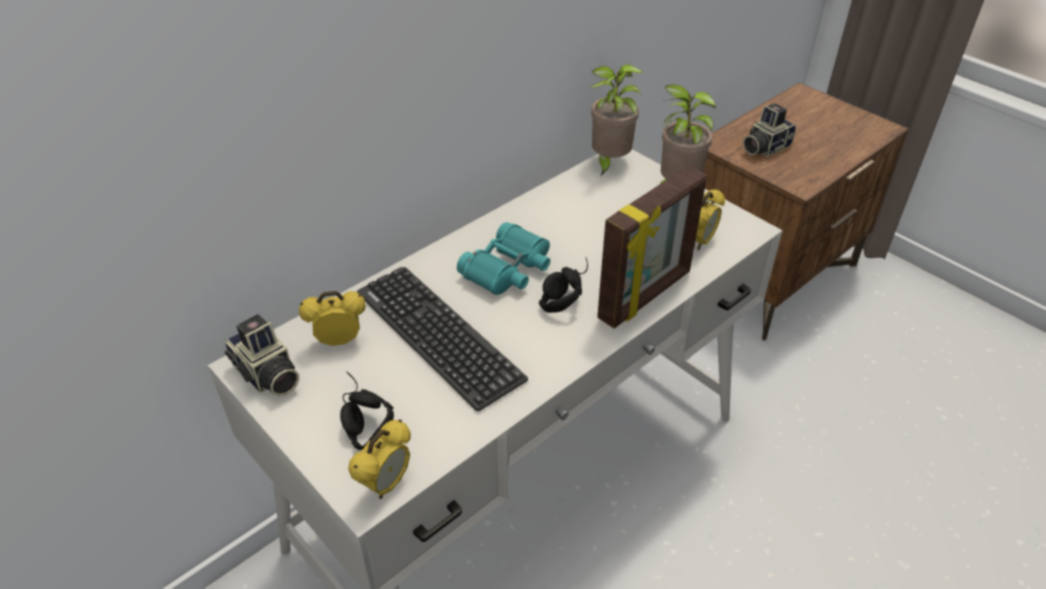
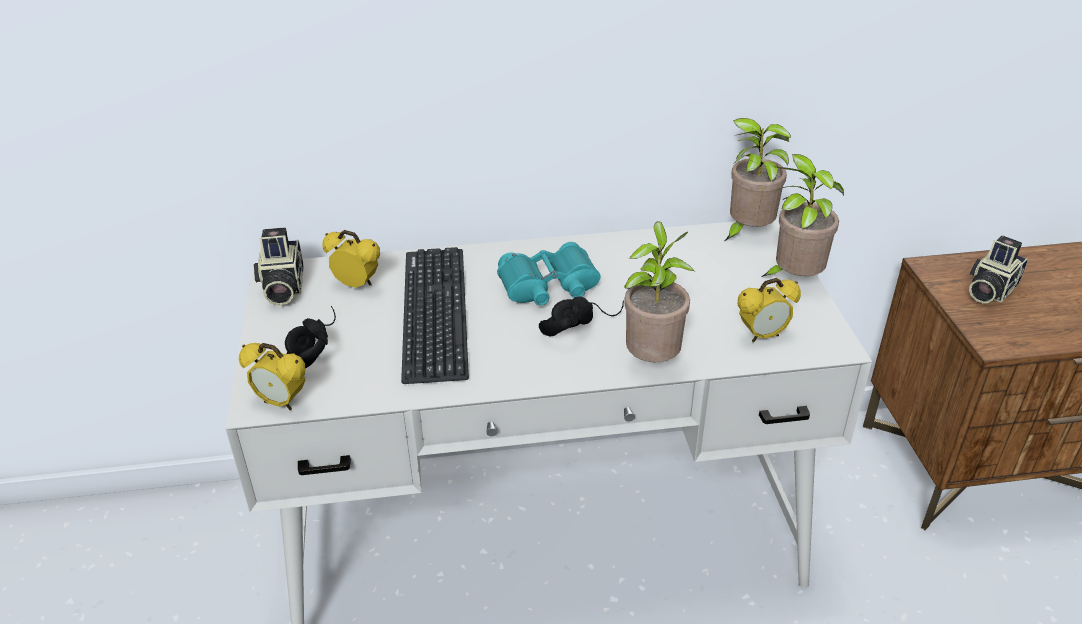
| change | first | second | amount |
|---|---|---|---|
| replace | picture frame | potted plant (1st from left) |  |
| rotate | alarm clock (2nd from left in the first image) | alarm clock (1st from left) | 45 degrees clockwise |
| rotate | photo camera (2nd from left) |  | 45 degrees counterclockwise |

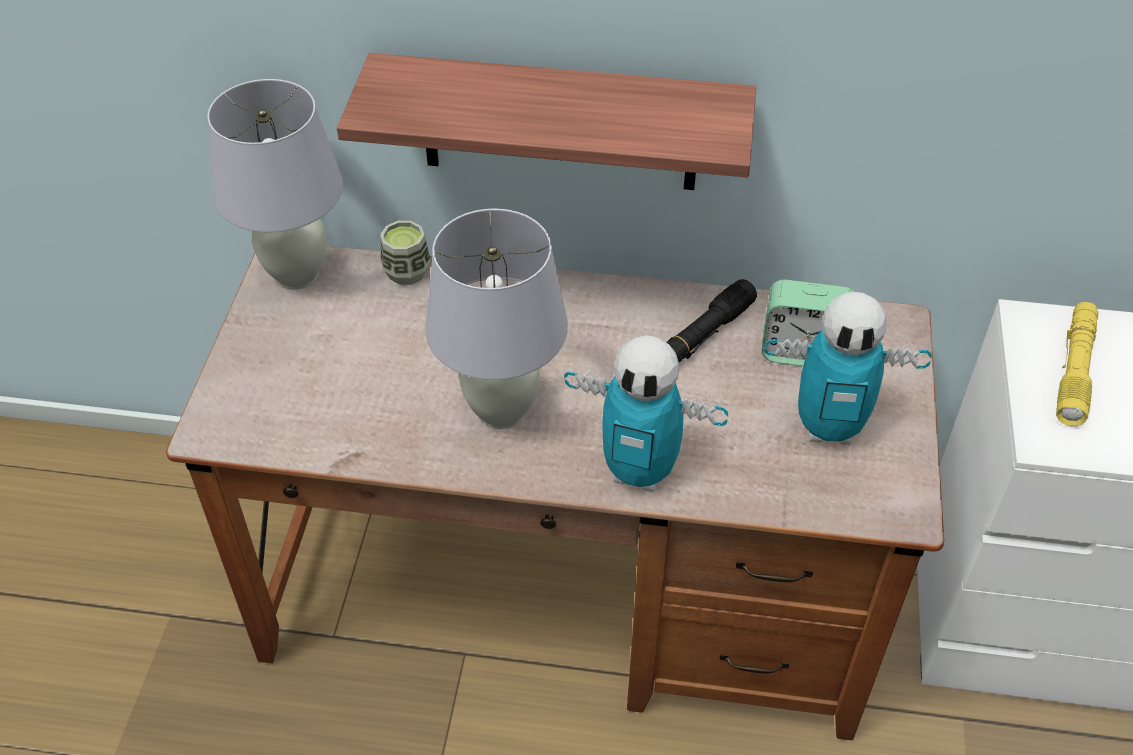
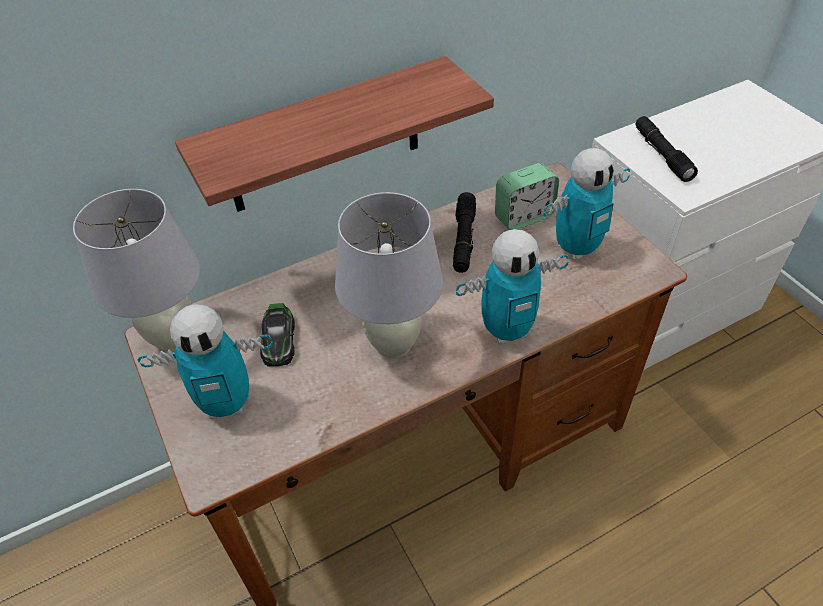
| change | first | second | amount |
|---|---|---|---|
| delete | cup |  |  |
| insert |  | toy robot (1st from left) |  |
| insert |  | toy car |  |
| recolor | yellow flashlight | black flashlight (2nd from left) |  |

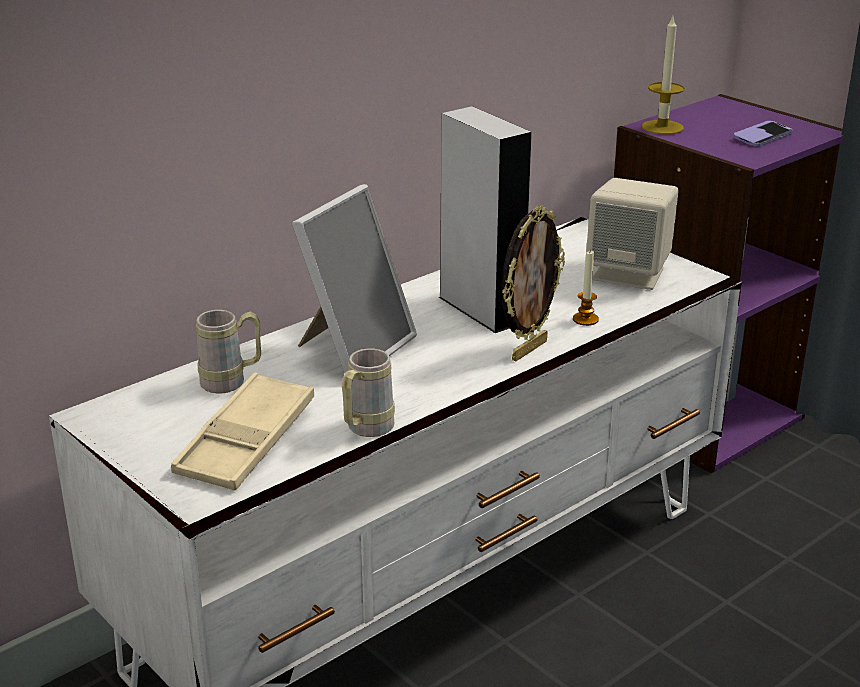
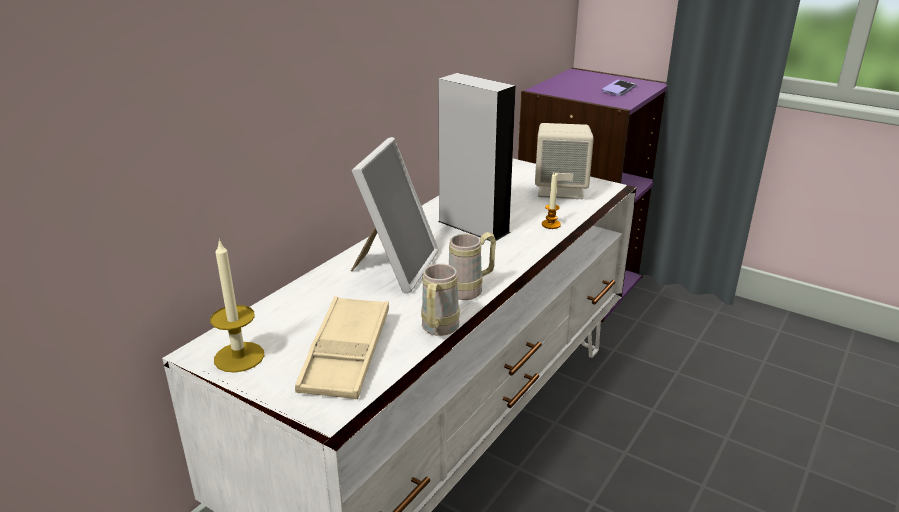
| change | first | second | amount |
|---|---|---|---|
| delete | picture frame (2nd from left) |  |  |
| move | beige mug (1st from left in the first image) | beige mug (2nd from left) |  |
| move | candle (2nd from left in the first image) | candle (1st from left) |  |

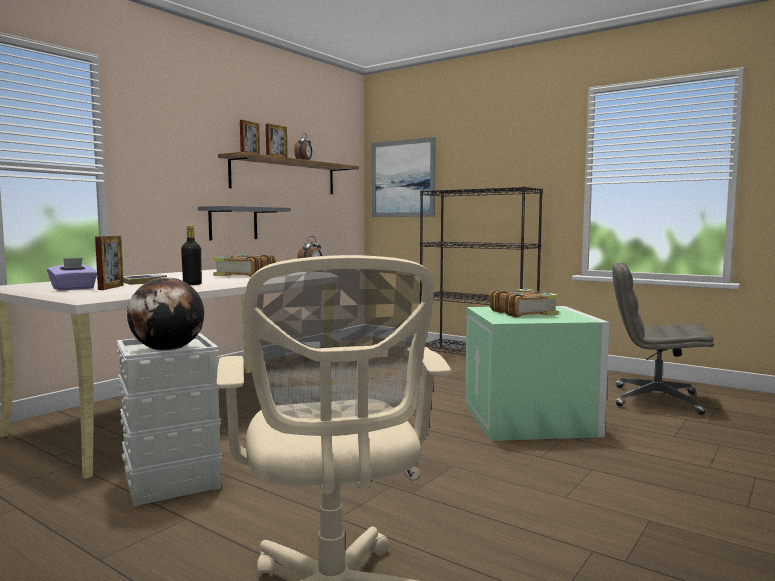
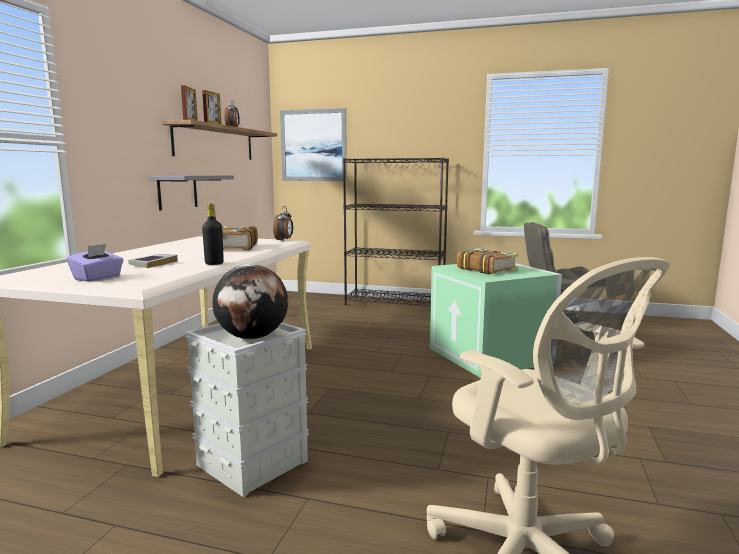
| change | first | second | amount |
|---|---|---|---|
| delete | picture frame (1st from left) |  |  |

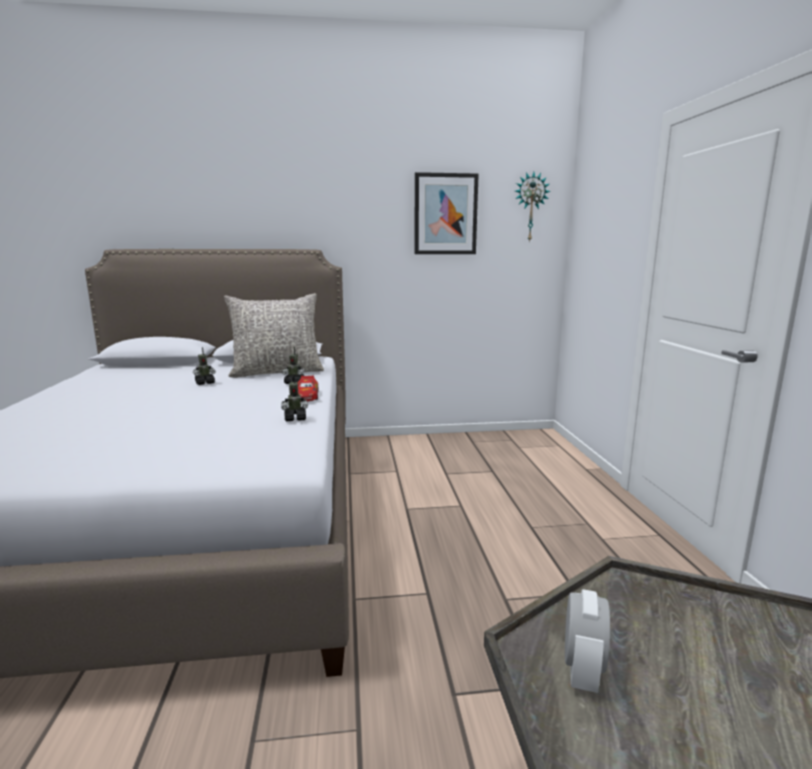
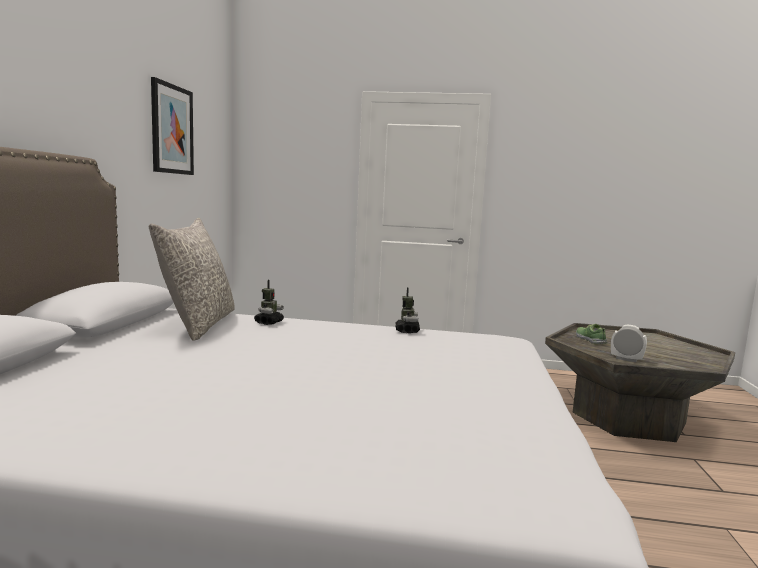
| change | first | second | amount |
|---|---|---|---|
| delete | toy robot (1st from left) |  |  |
| delete | toy car |  |  |
| delete | wall clock |  |  |
| insert |  | shoe |  |

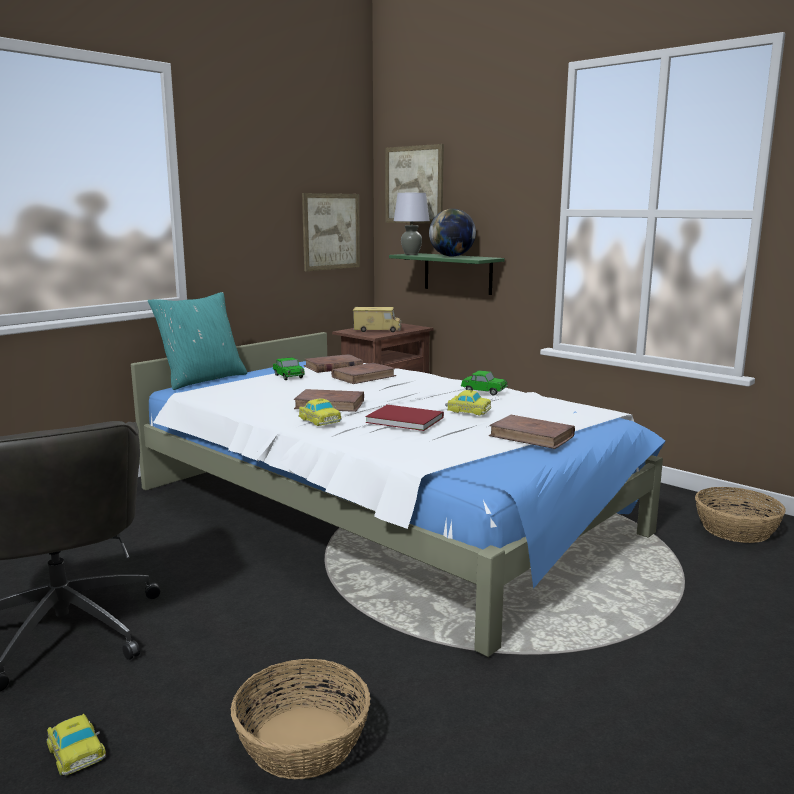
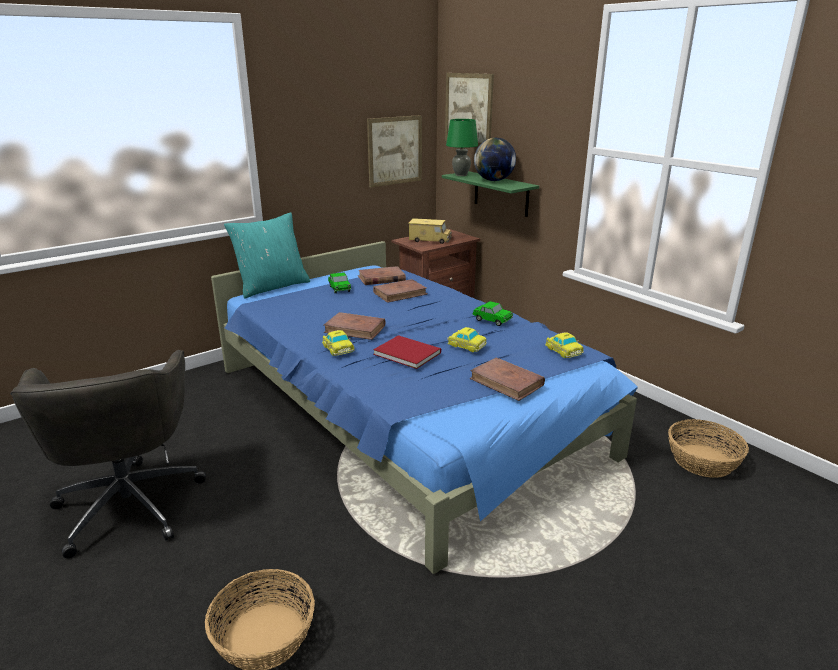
| change | first | second | amount |
|---|---|---|---|
| move | toy car (1st from left in the first image) | toy car (5th from left) |  |
| recolor | white bed | blue bed |  |
| recolor | grey table lamp | green table lamp |  |

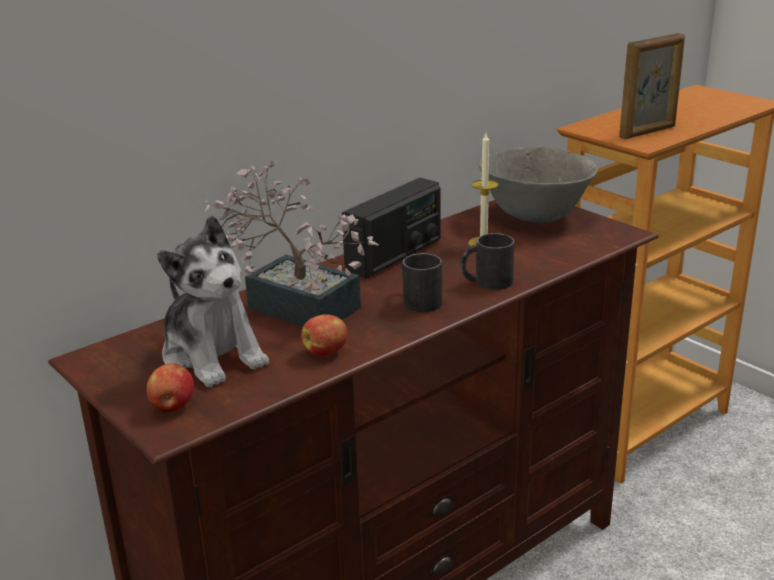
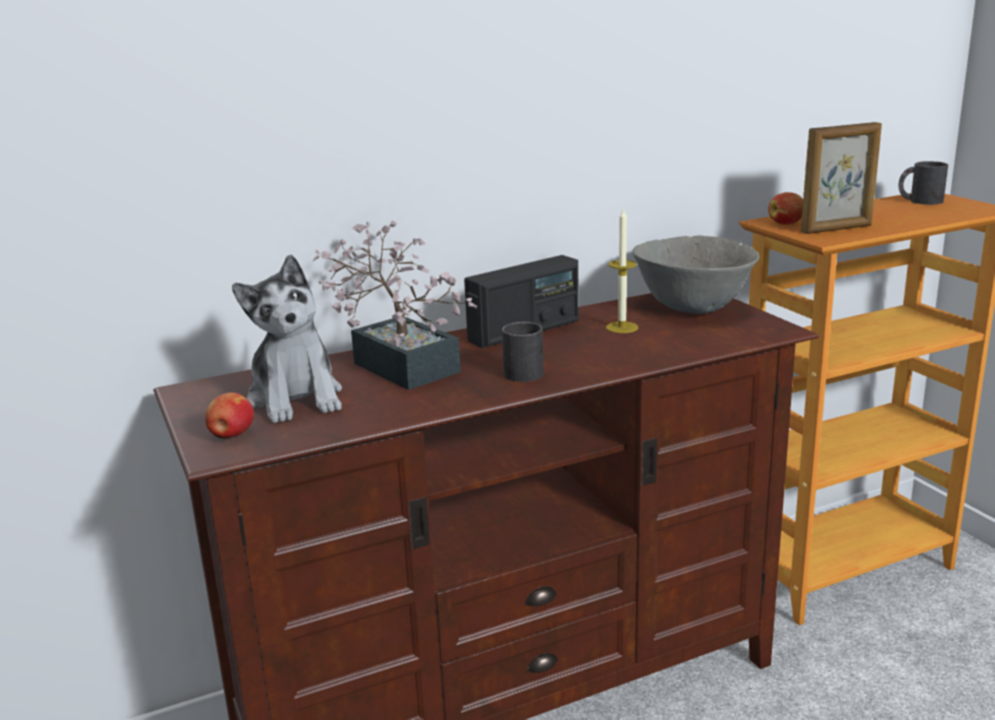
| change | first | second | amount |
|---|---|---|---|
| move | apple (2nd from left) |  |  |
| move | black mug (2nd from left) |  |  |

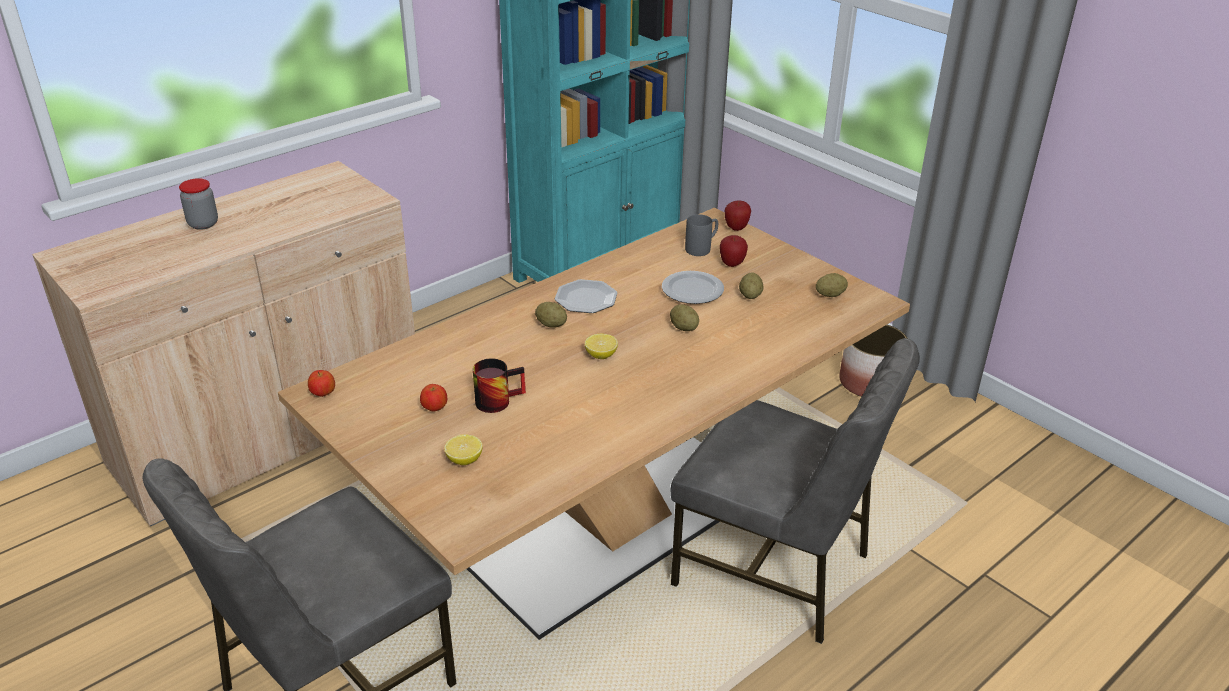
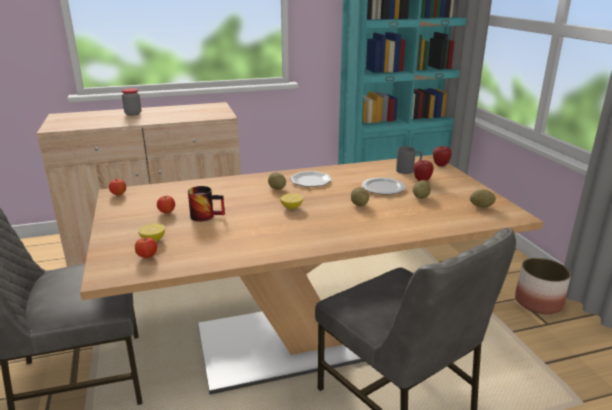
| change | first | second | amount |
|---|---|---|---|
| insert |  | apple (2nd from left) |  |

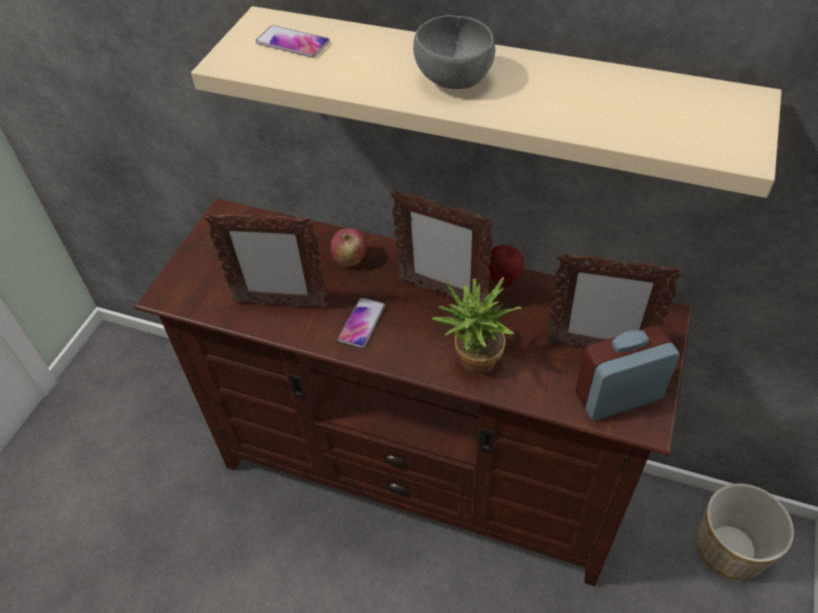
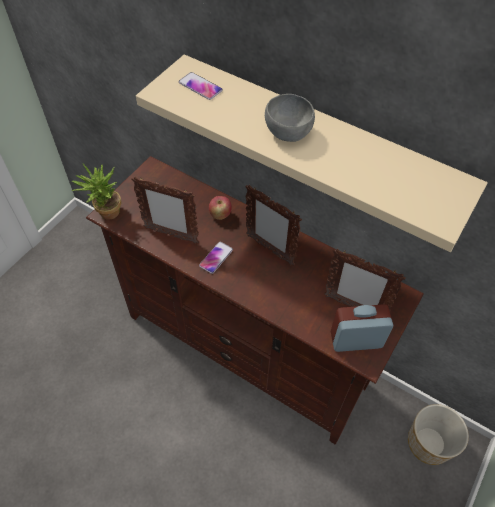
| change | first | second | amount |
|---|---|---|---|
| delete | apple (2nd from left) |  |  |
| move | potted plant |  |  |

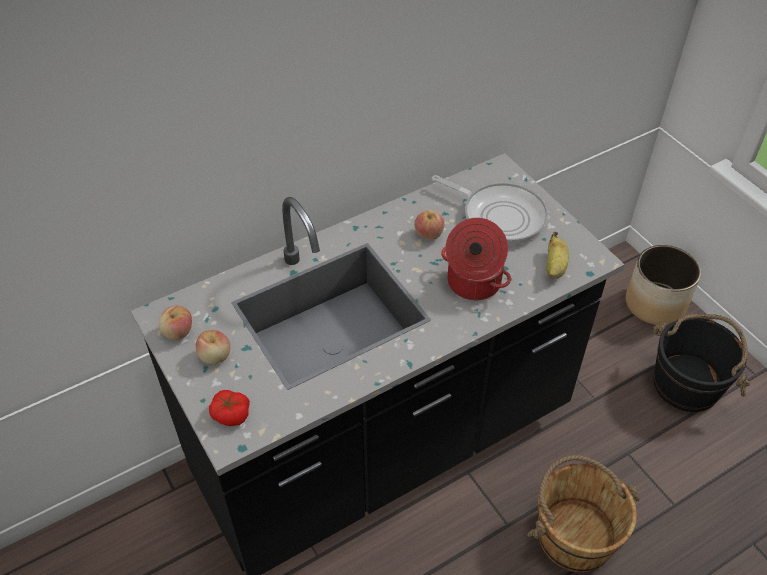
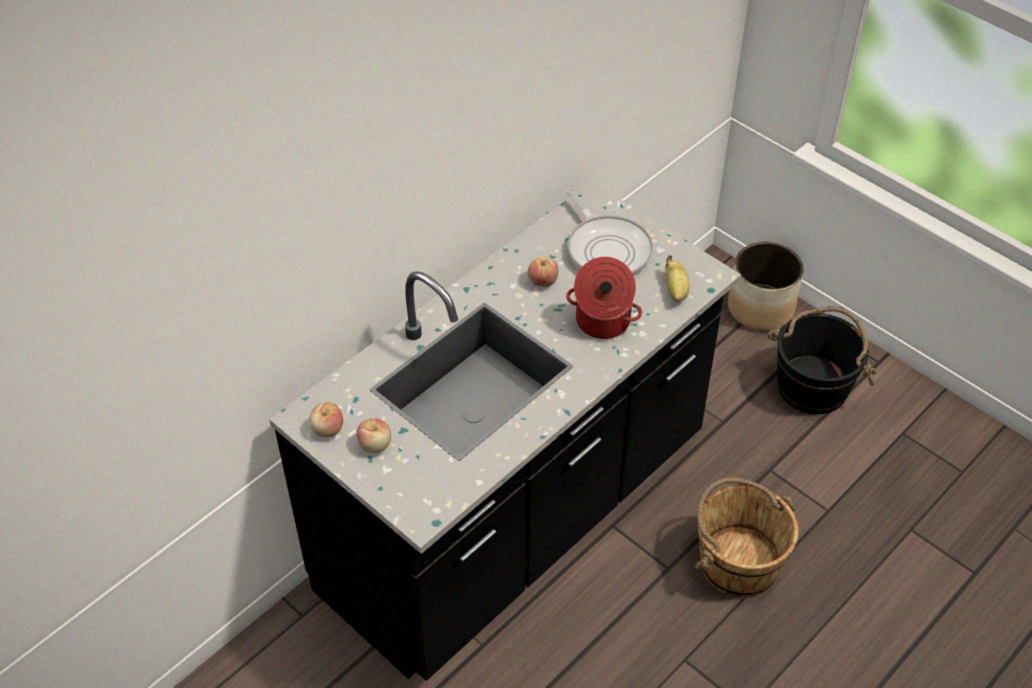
| change | first | second | amount |
|---|---|---|---|
| delete | tomato |  |  |
| rotate | frying pan |  | 45 degrees clockwise |

